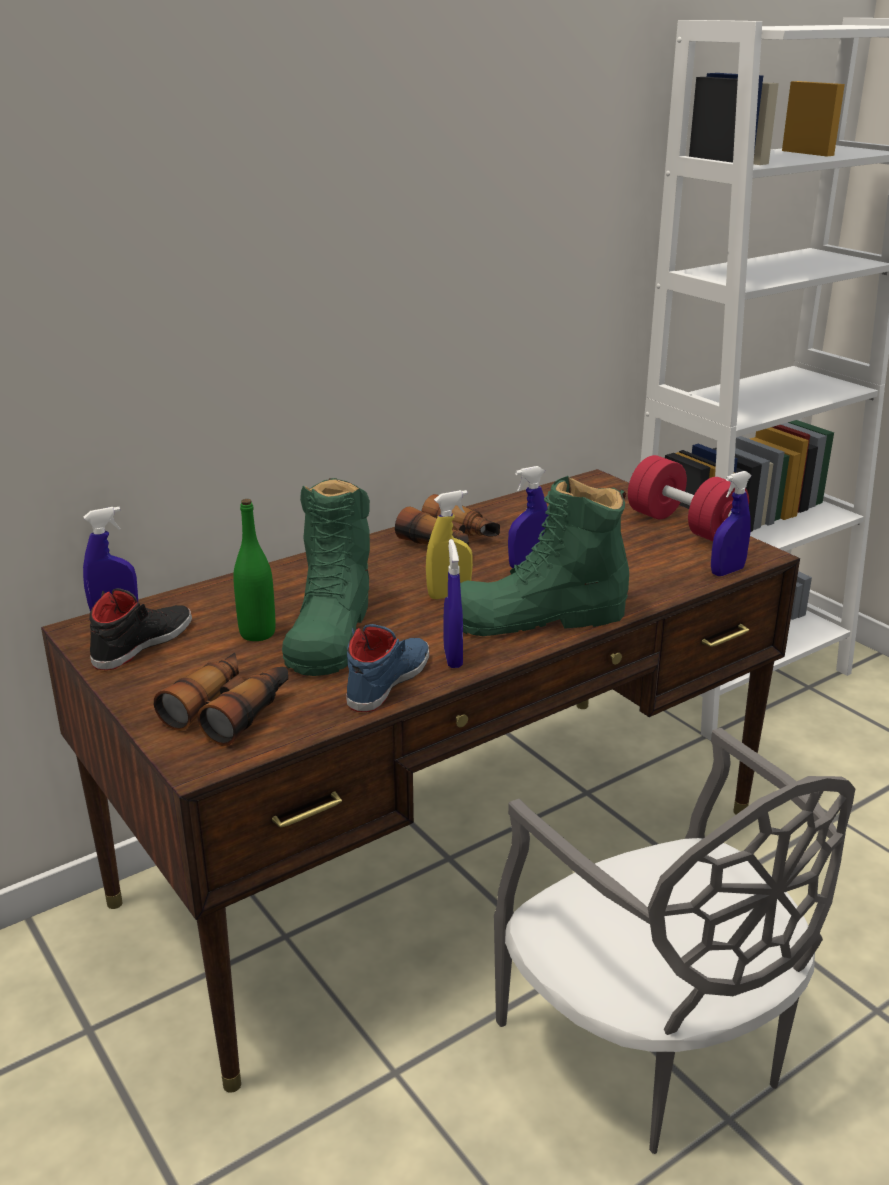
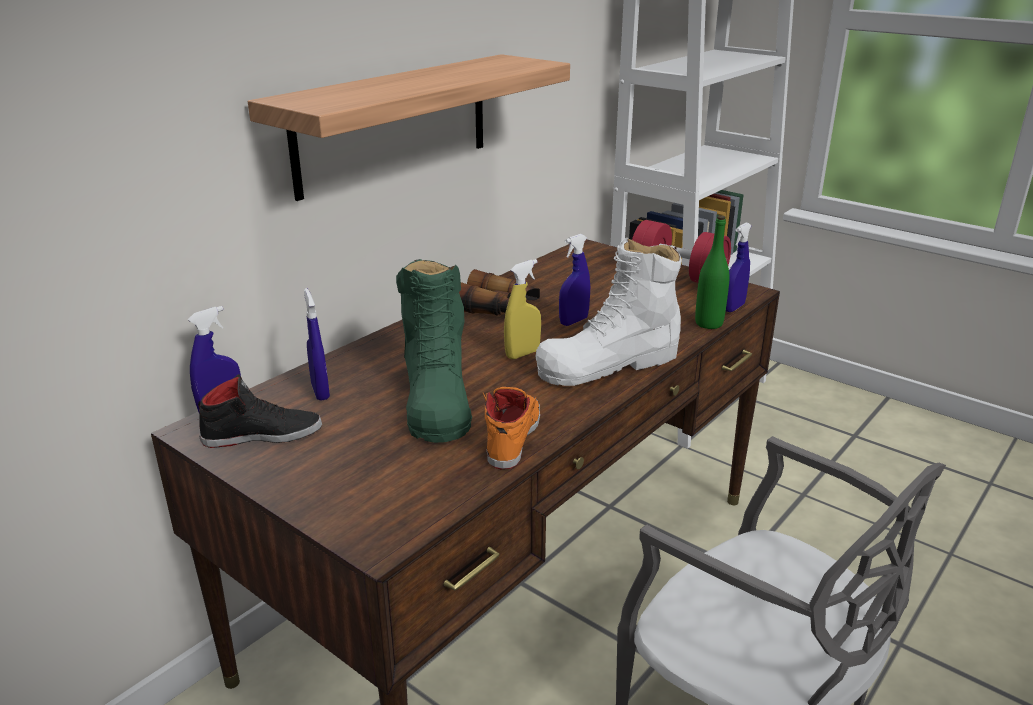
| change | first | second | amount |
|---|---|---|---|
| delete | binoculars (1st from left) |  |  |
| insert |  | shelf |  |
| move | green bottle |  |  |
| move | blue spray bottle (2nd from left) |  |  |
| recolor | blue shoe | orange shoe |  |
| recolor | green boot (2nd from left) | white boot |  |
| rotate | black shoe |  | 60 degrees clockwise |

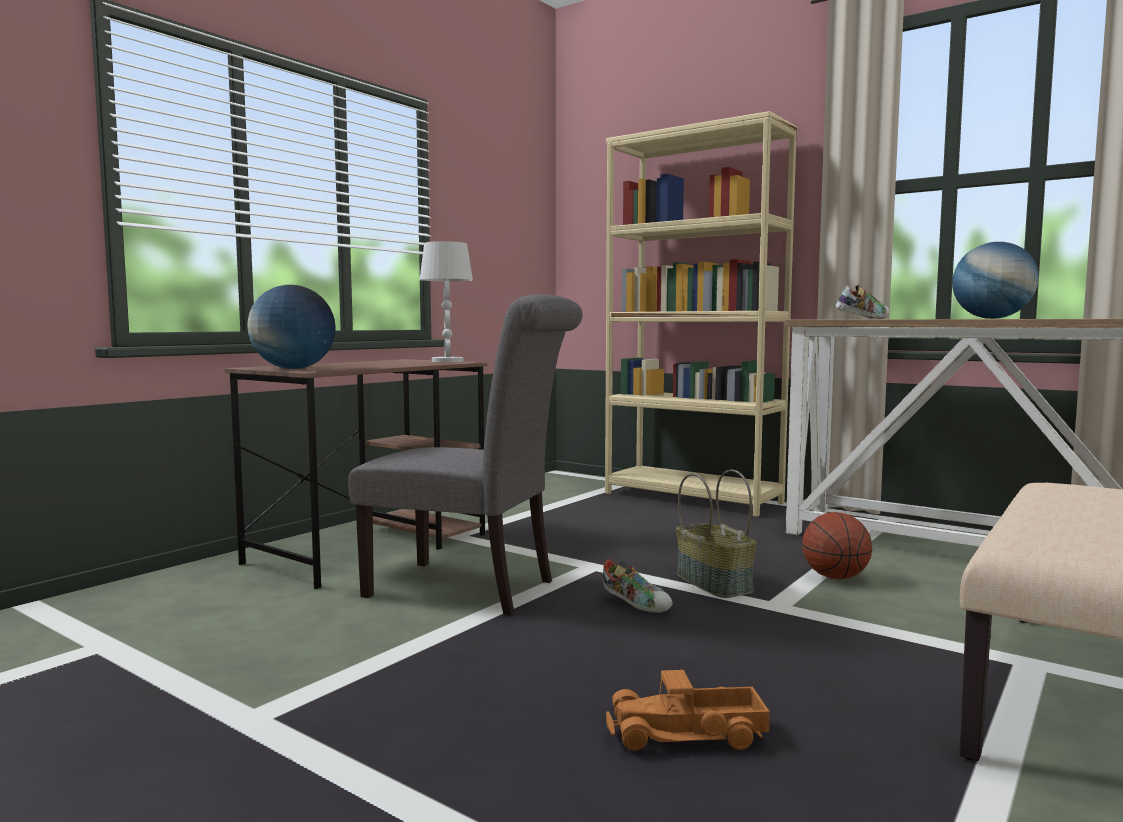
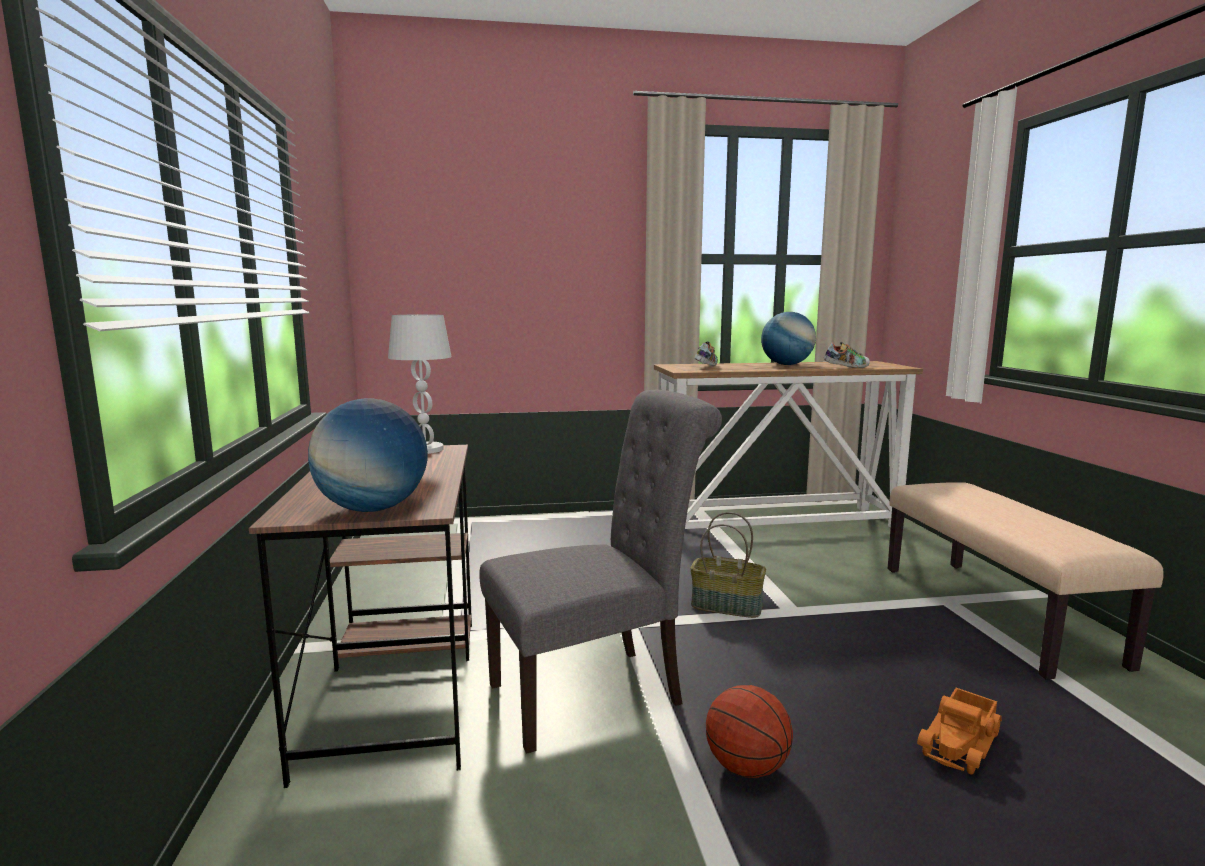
| change | first | second | amount |
|---|---|---|---|
| delete | beige bookcase |  |  |
| move | shoe (1st from left in the first image) | shoe (2nd from left) |  |
| move | basketball |  |  |

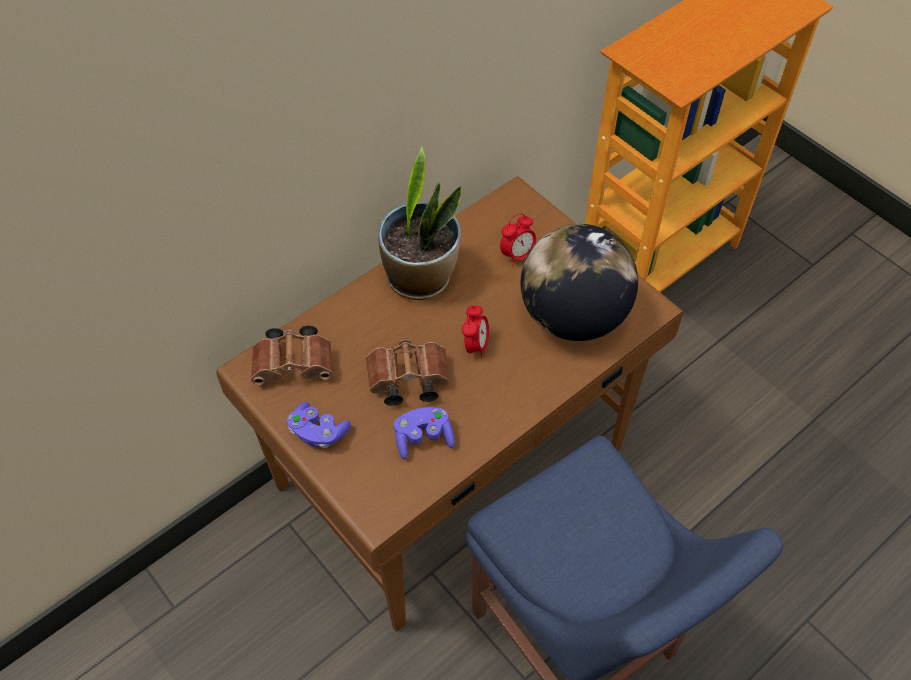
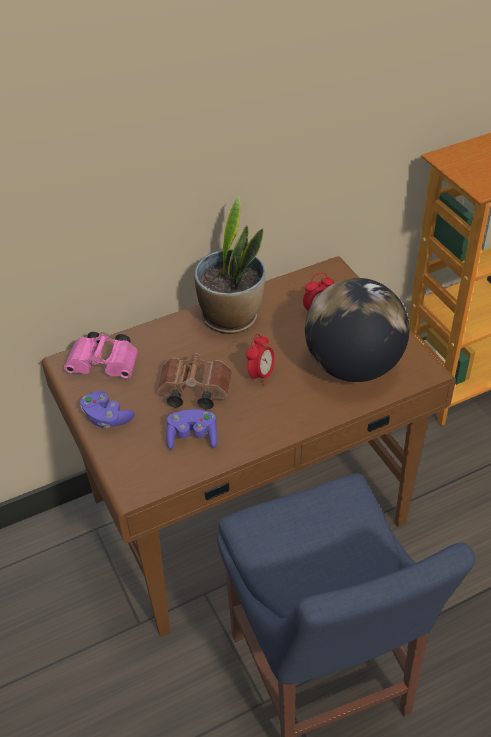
| change | first | second | amount |
|---|---|---|---|
| recolor | brown binoculars (1st from left) | pink binoculars |  |

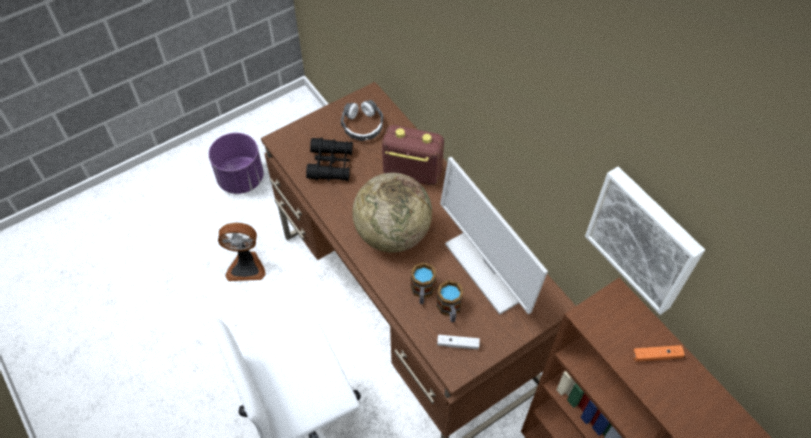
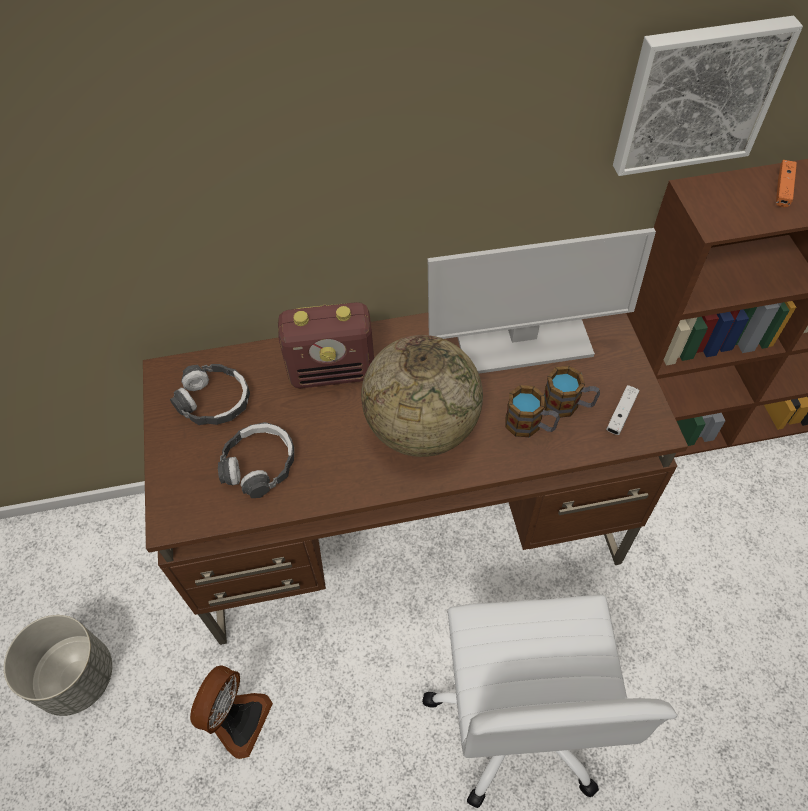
| change | first | second | amount |
|---|---|---|---|
| replace | black binoculars | headphones (2nd from left) |  |
| recolor | purple planter | grey planter |  |
| rotate | radio |  | 135 degrees counterclockwise |

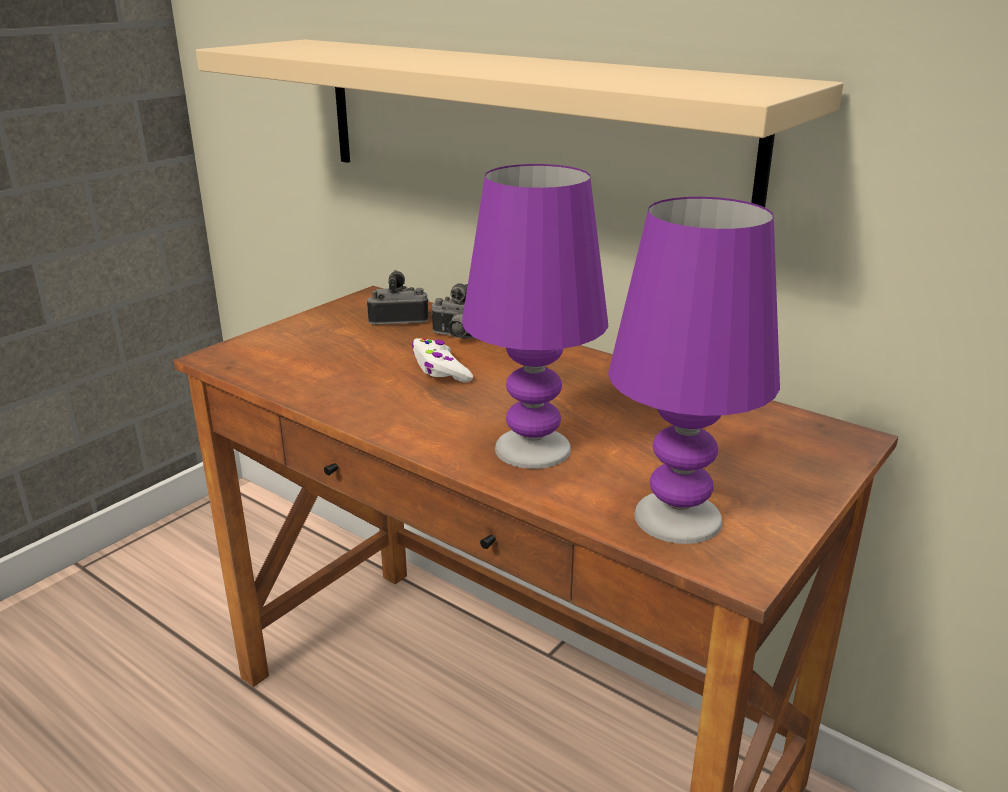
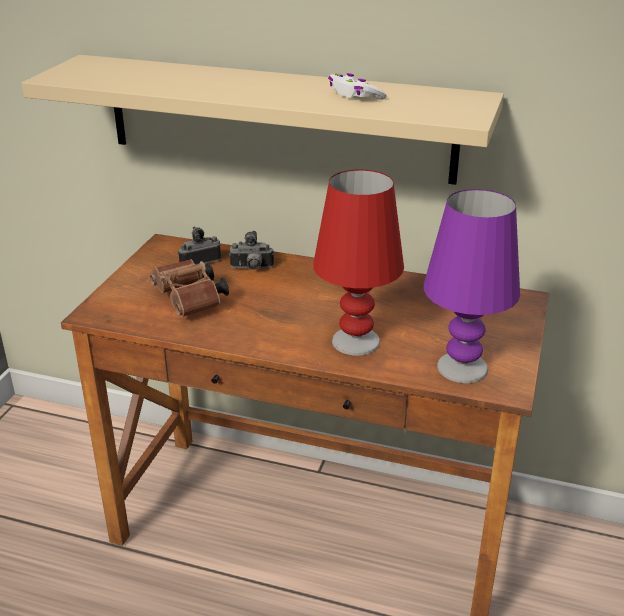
| change | first | second | amount |
|---|---|---|---|
| insert |  | brown binoculars |  |
| move | white game controller |  |  |
| recolor | purple table lamp (1st from left) | red table lamp |  |

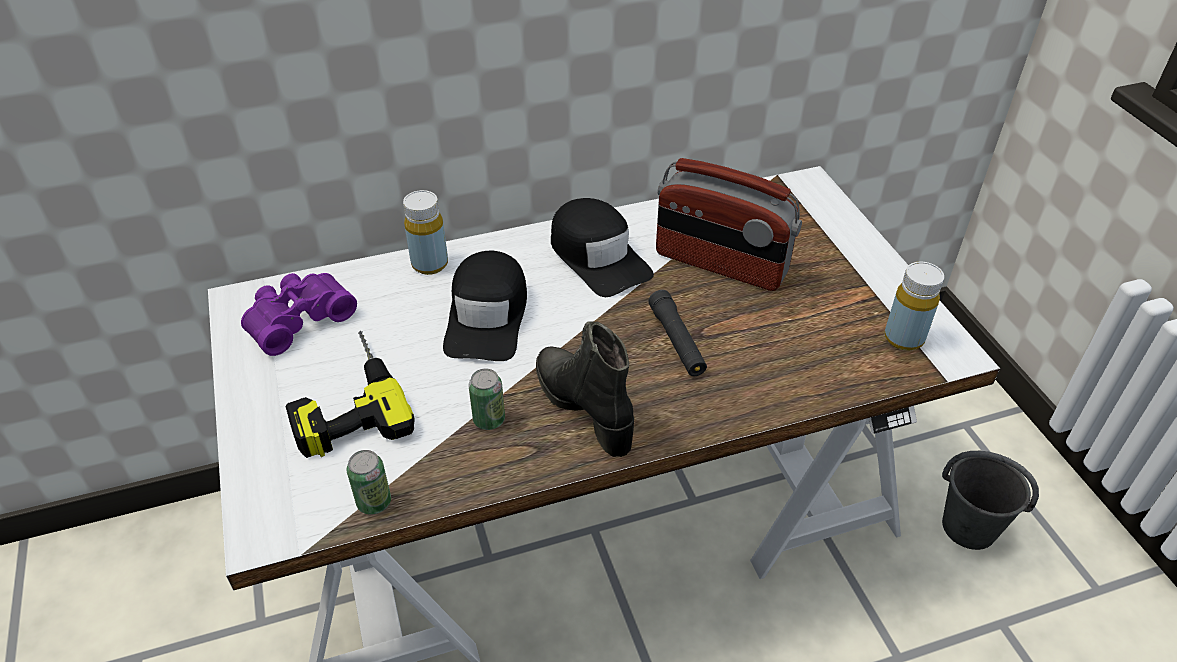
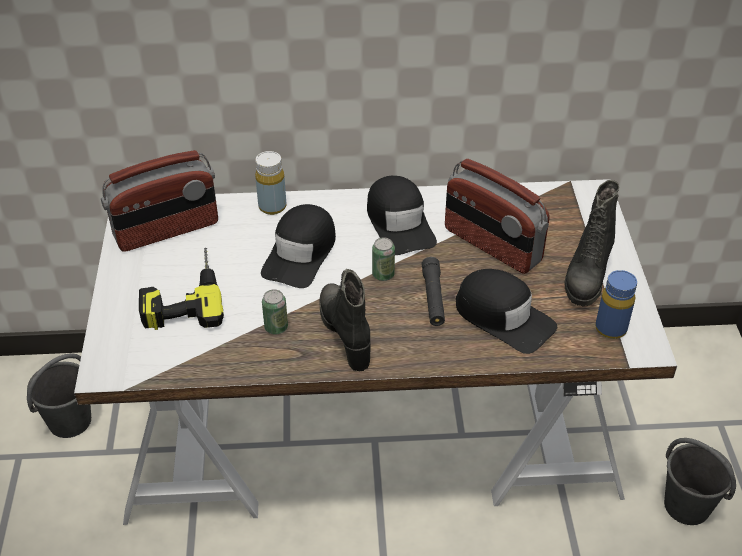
| change | first | second | amount |
|---|---|---|---|
| insert |  | grey bucket (1st from left) |  |
| insert |  | black cap (3rd from left) |  |
| insert |  | black boot (2nd from left) |  |
| move | can (1st from left in the first image) | can (2nd from left) |  |
| replace | purple binoculars | radio (1st from left) |  |
| recolor | yellow bottle (2nd from left) | blue bottle |  |

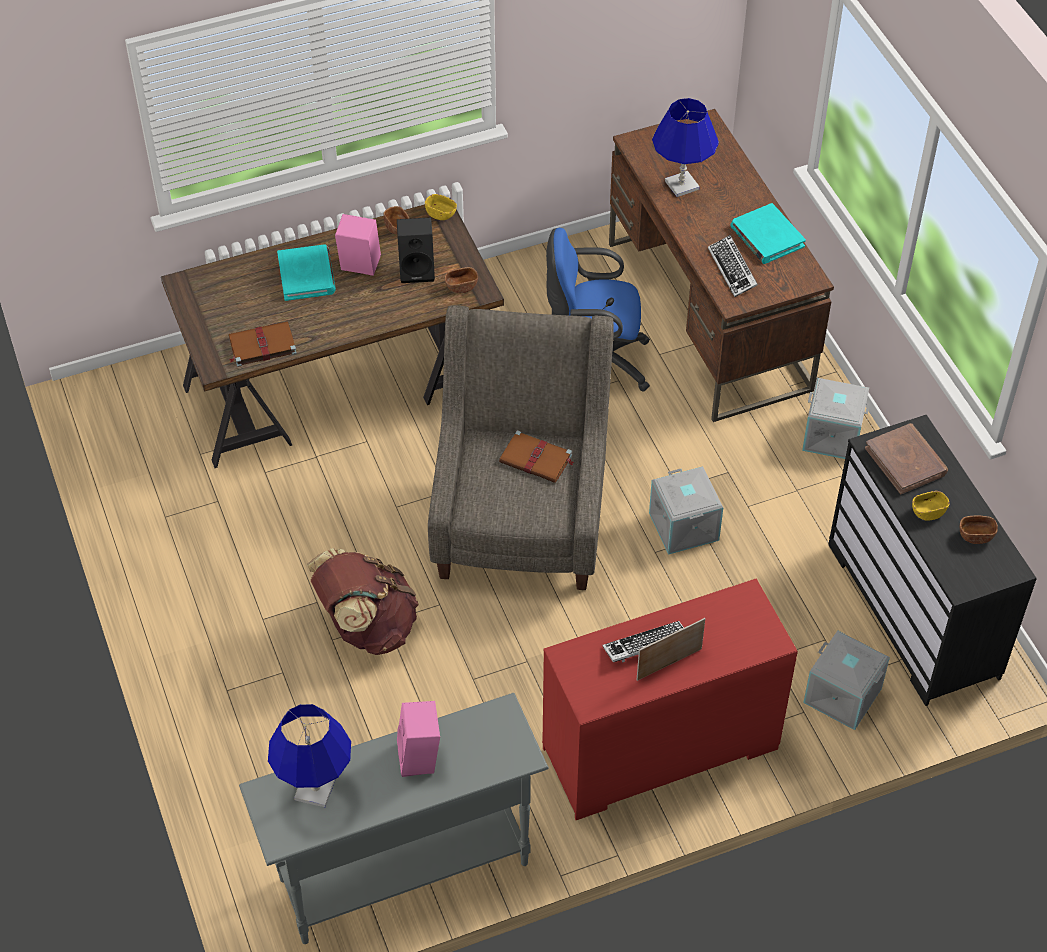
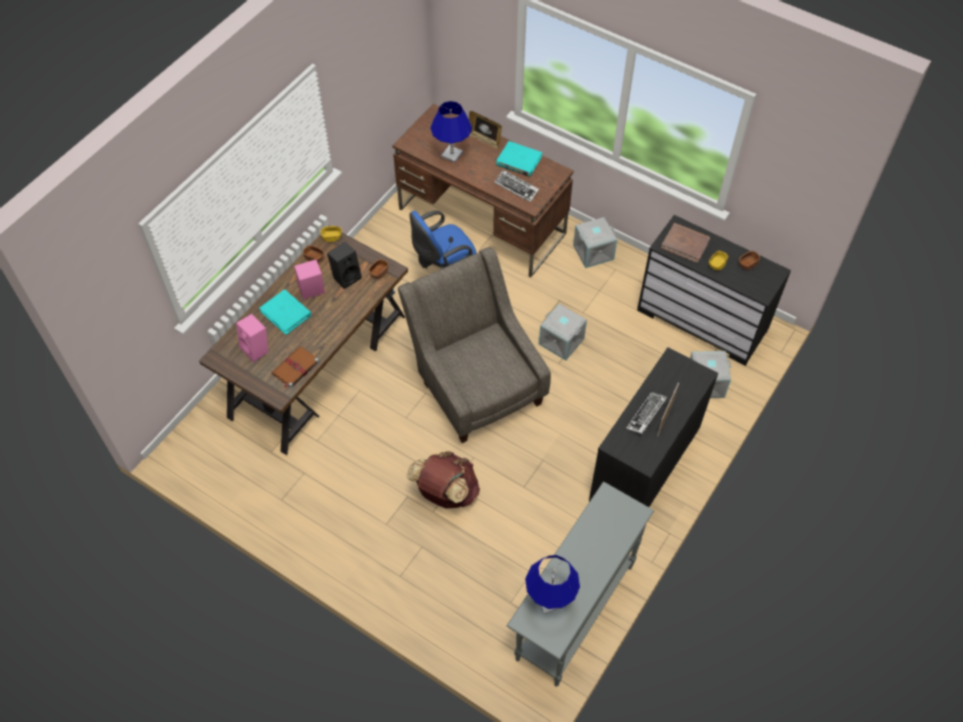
| change | first | second | amount |
|---|---|---|---|
| delete | brown book (2nd from left) |  |  |
| insert |  | picture frame (1st from left) |  |
| move | pink speaker (2nd from left in the first image) | pink speaker (1st from left) |  |
| recolor | red dresser | black dresser (1st from left) |  |

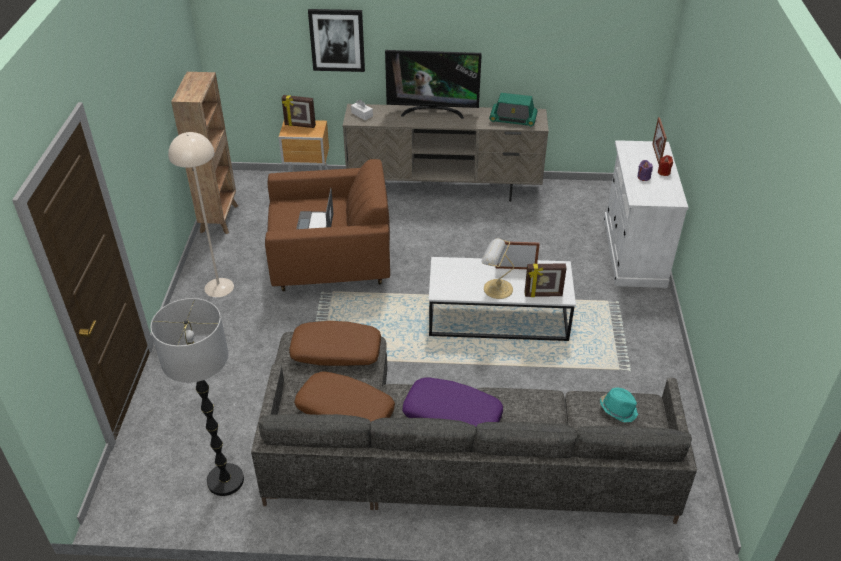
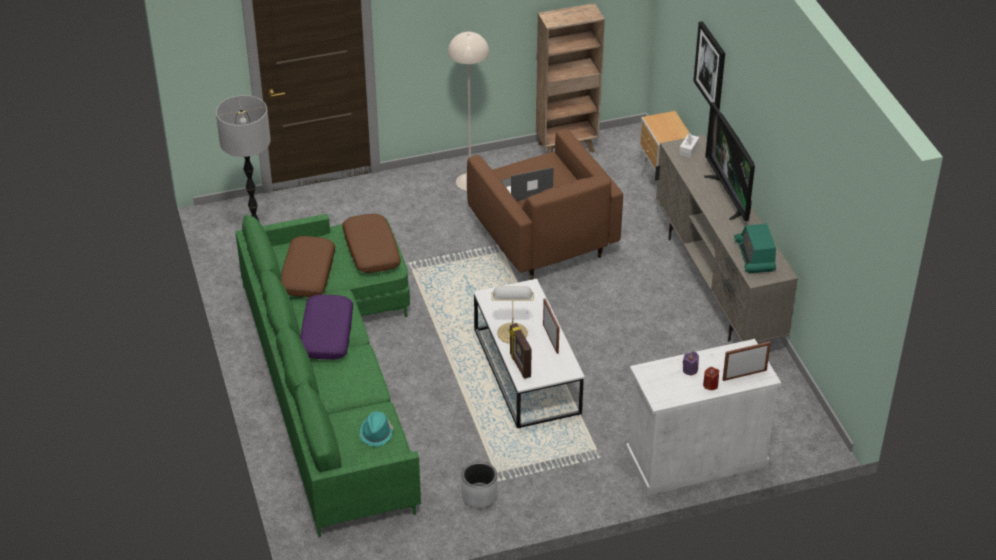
| change | first | second | amount |
|---|---|---|---|
| delete | picture frame (1st from left) |  |  |
| insert |  | grey planter |  |
| recolor | grey sofa | green sofa |  |

